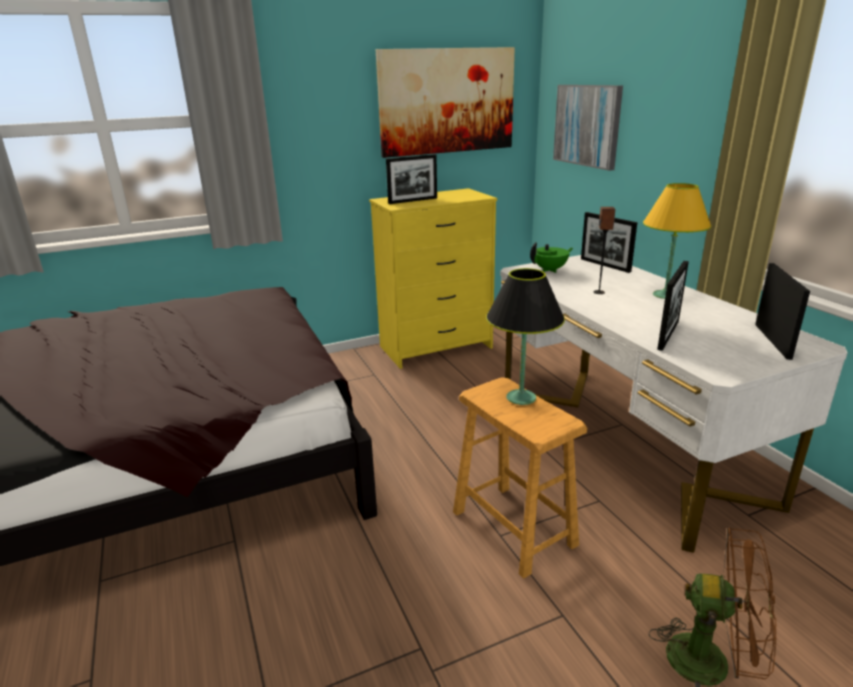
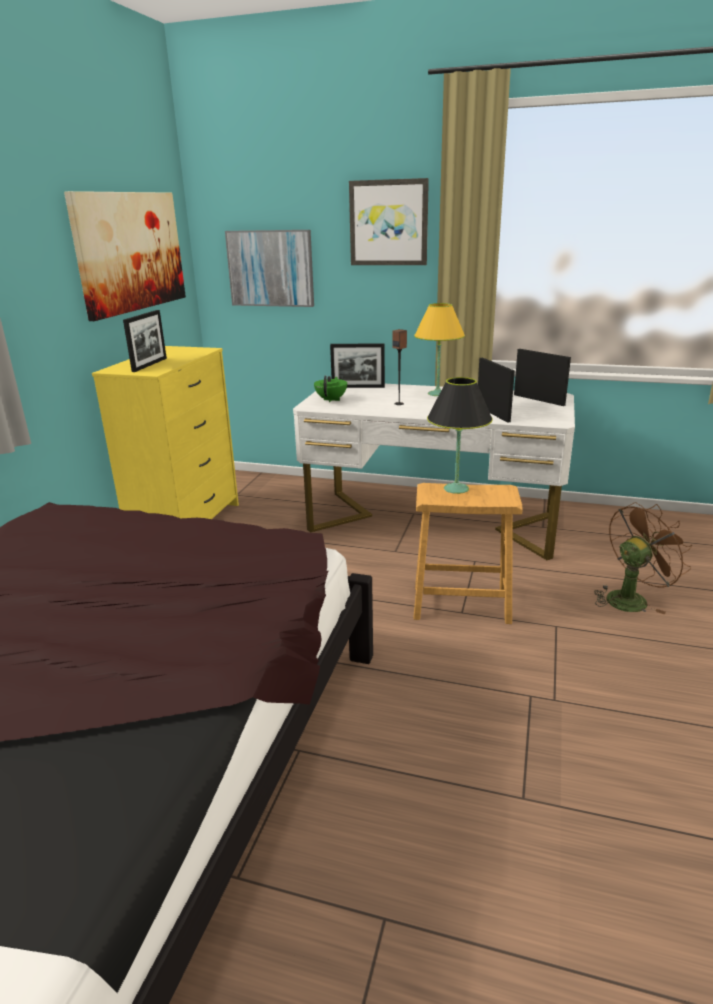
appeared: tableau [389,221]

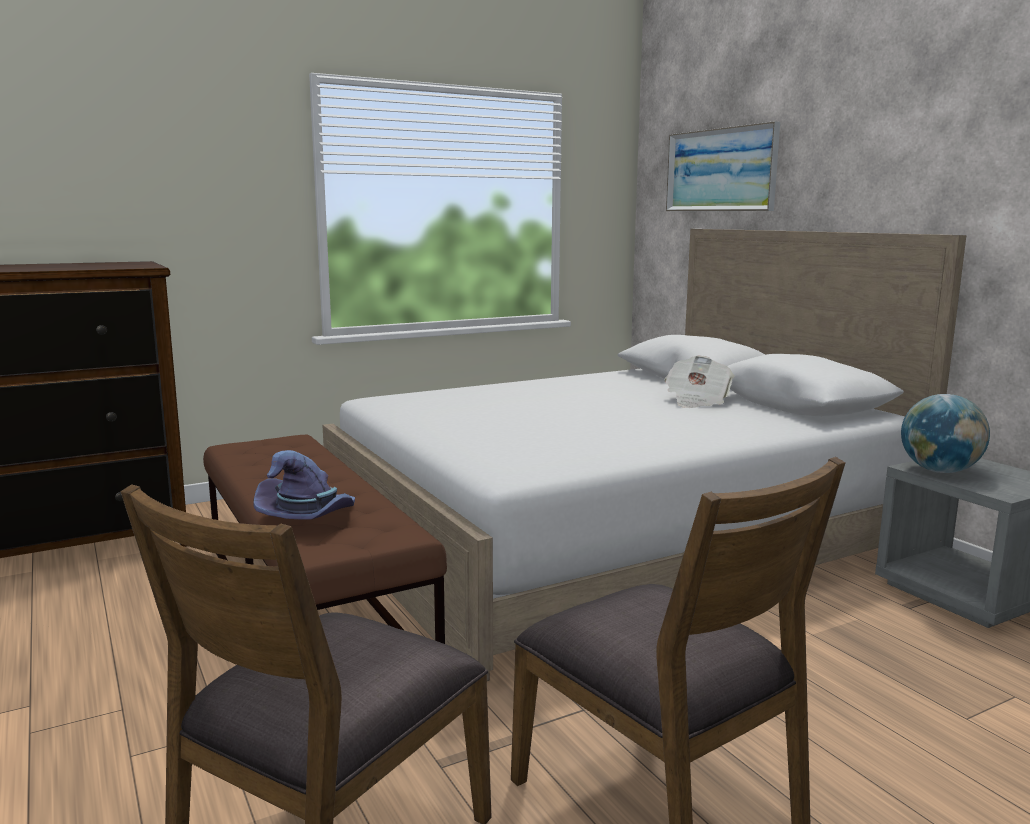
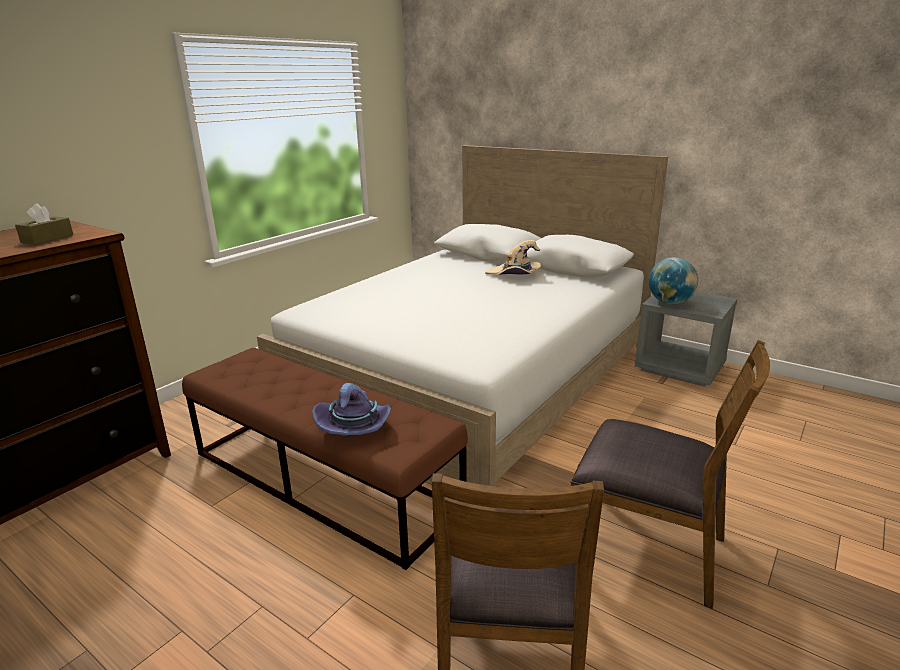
missing: tableau [723,166]
appeared: boîte à mouchoirs [marron] [44,224]
exchanged: journal [700,382] to chapeau [beige] [513,257]

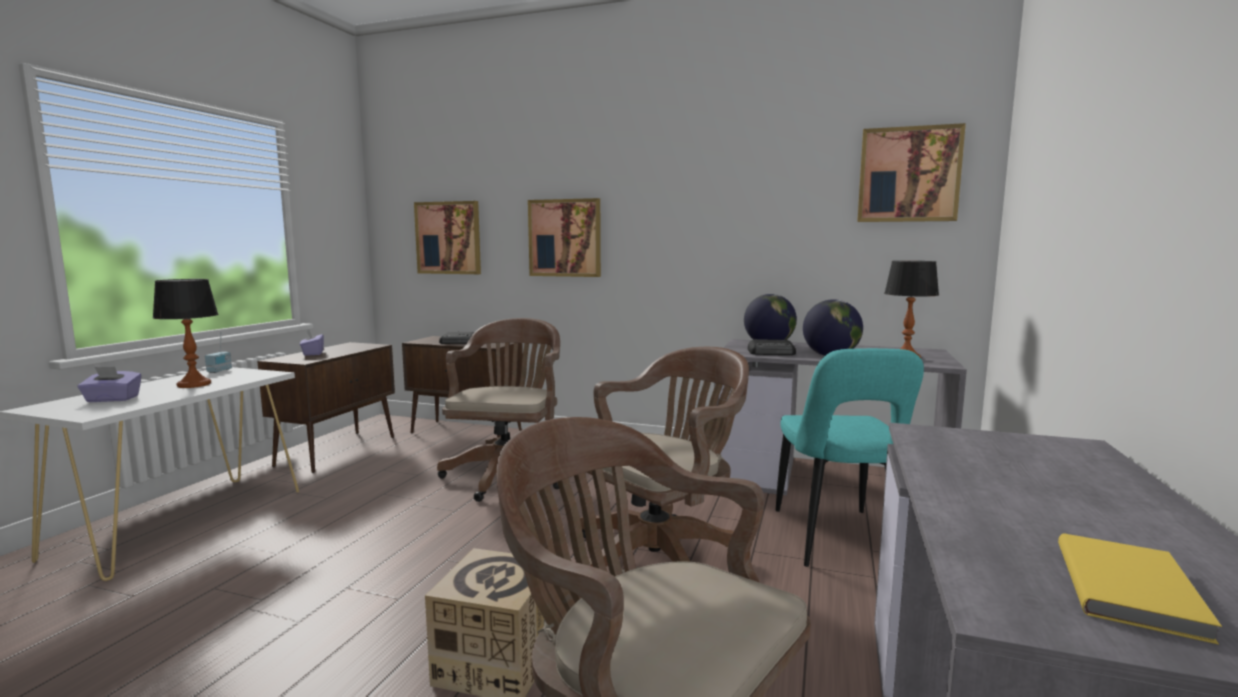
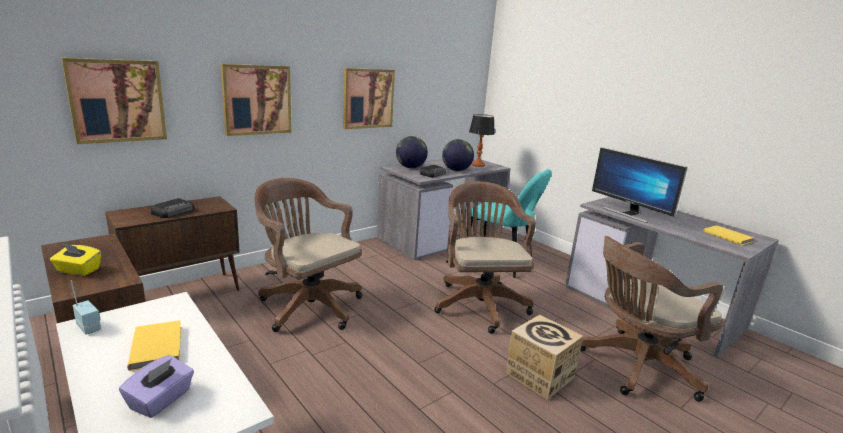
appeared: écran d'ordinateur [640,185]
relocated: tableau [911,172] to [369,98]
exchanged: lampe de table [185,333] to livre [jaune] [154,345]
colour: boîte à mouchoirs [violet] [312,343] to boîte à mouchoirs [jaune] [75,260]

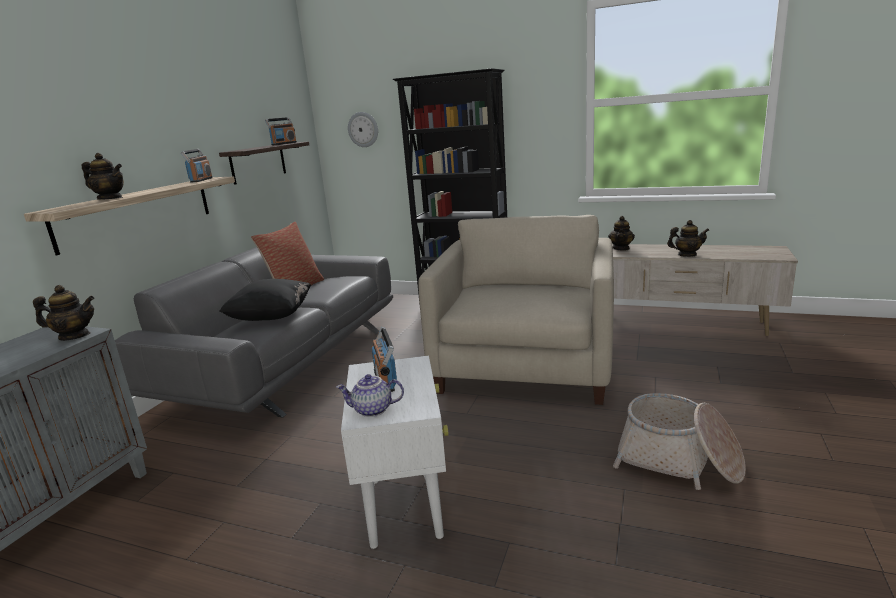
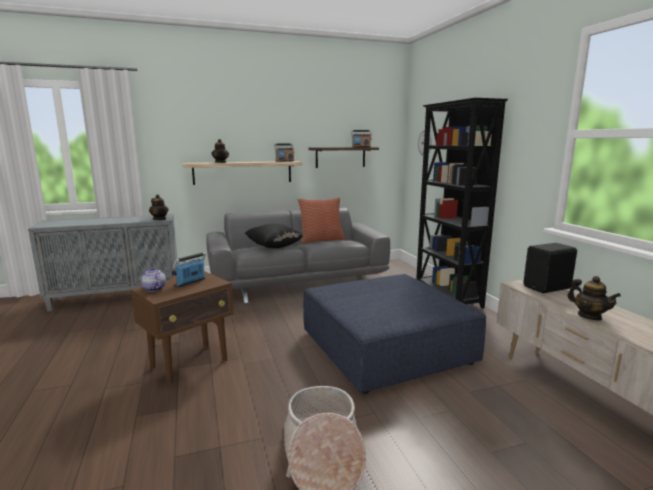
exchanged: fauteuil [beige] [516,310] to pouf [bleu] [395,334]; théière [621,233] to enceinte [noir] [550,268]
colour: table d'appoint [blanc] [395,452] to table d'appoint [marron] [182,328]

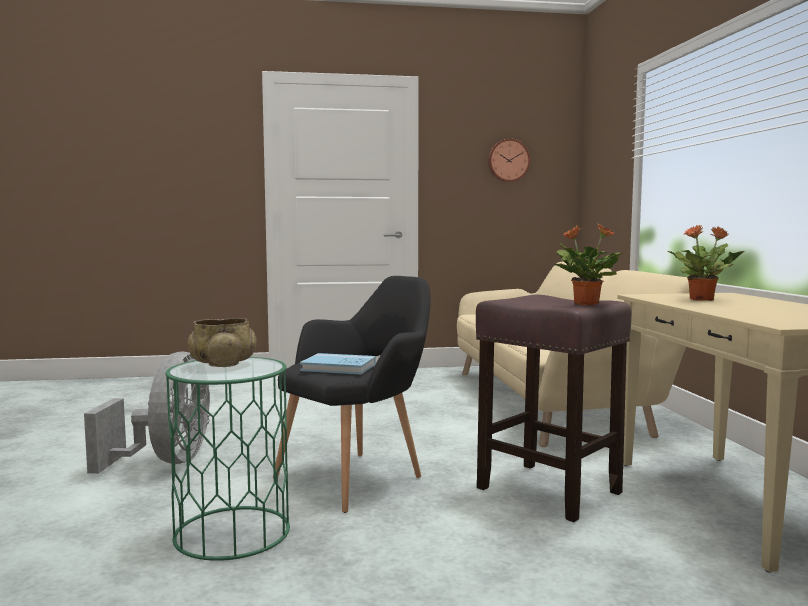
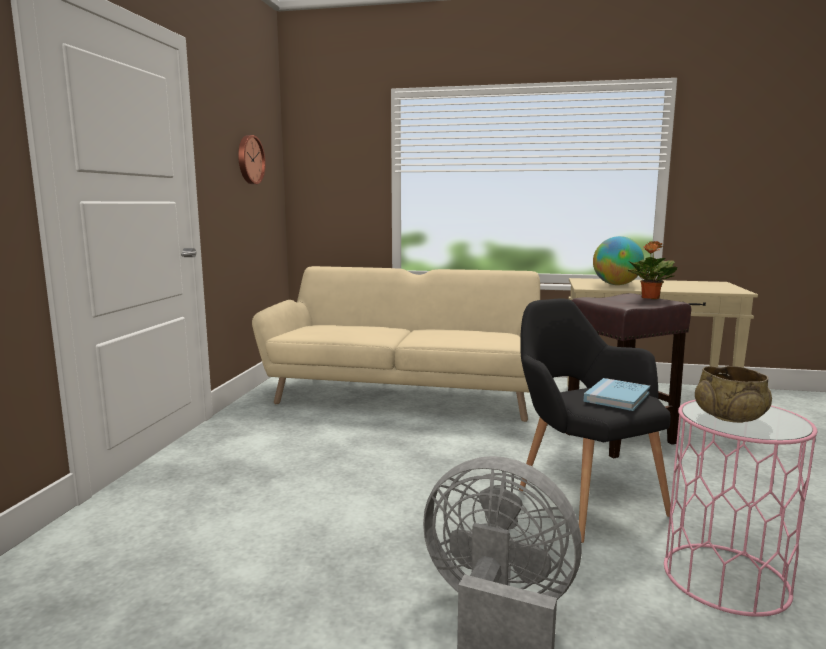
exchanged: plante en pot [706,263] to globe [618,260]
colour: table d'appoint [vert] [227,459] to table d'appoint [rose] [740,508]

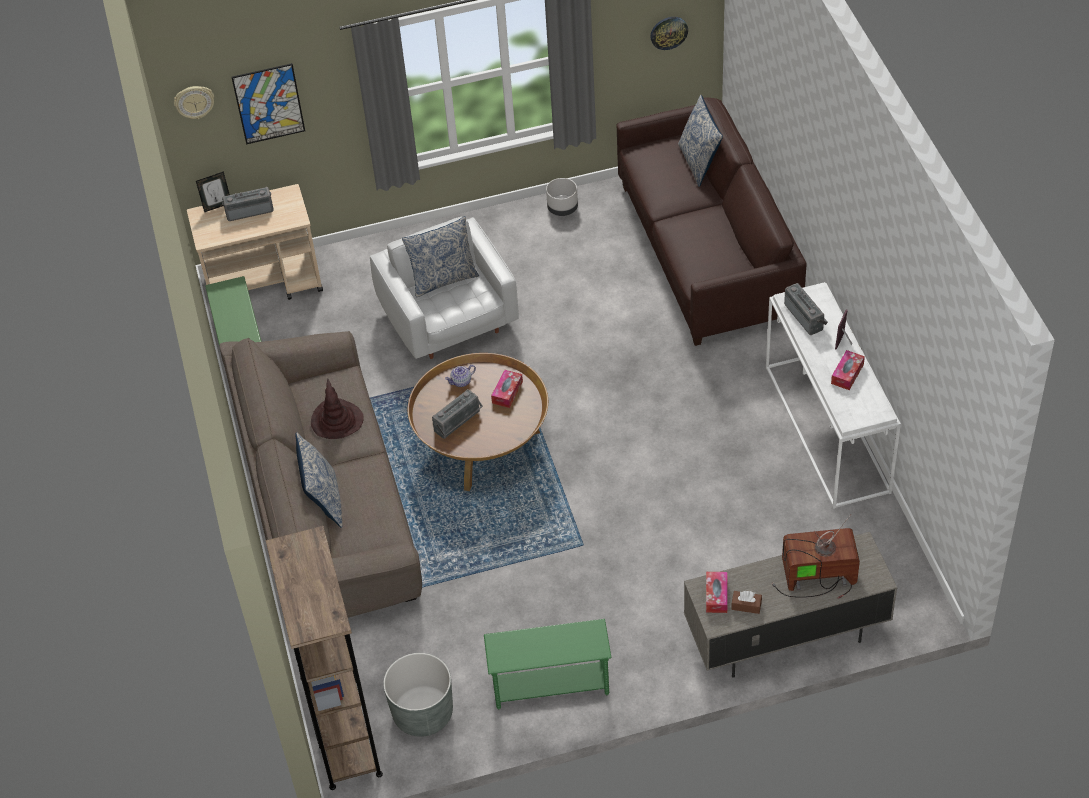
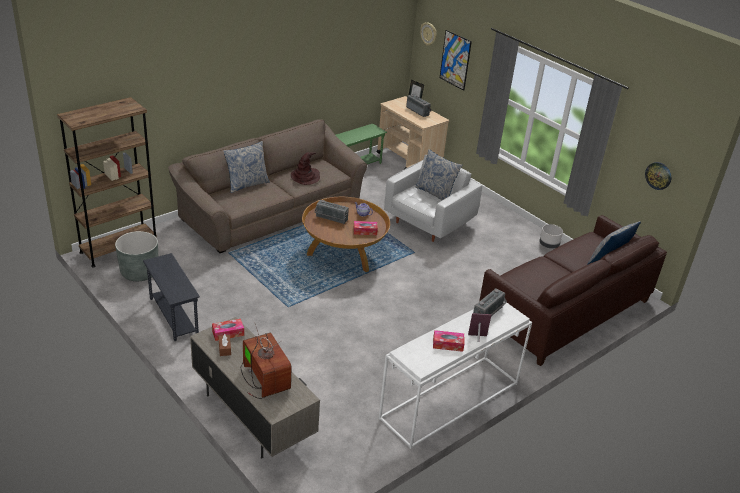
colour: table d'appoint [vert] [547,664] to table d'appoint [gris] [171,297]

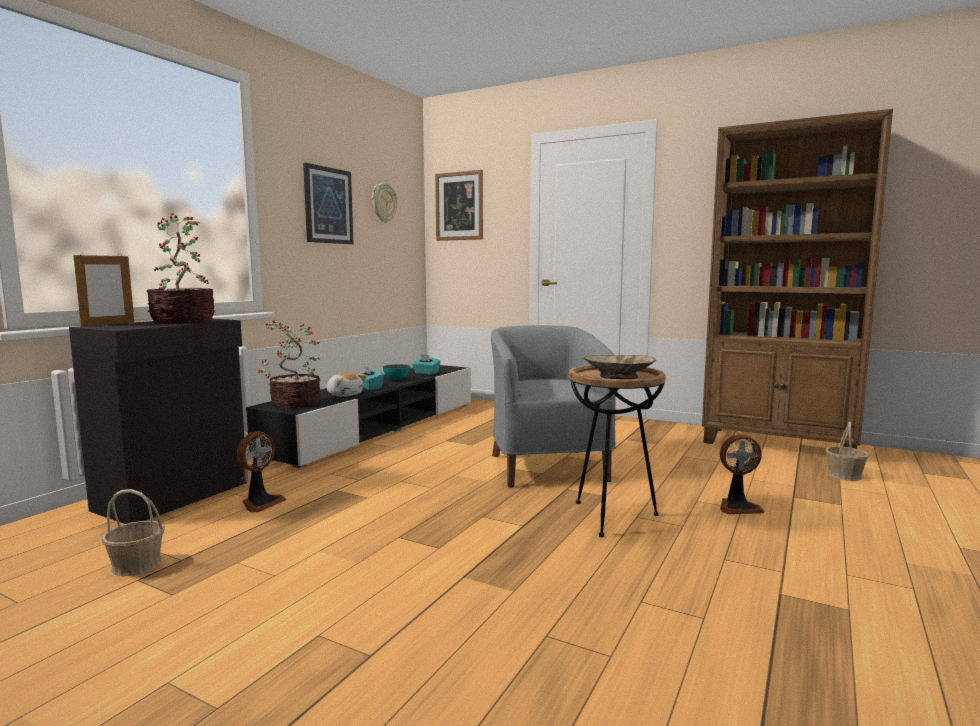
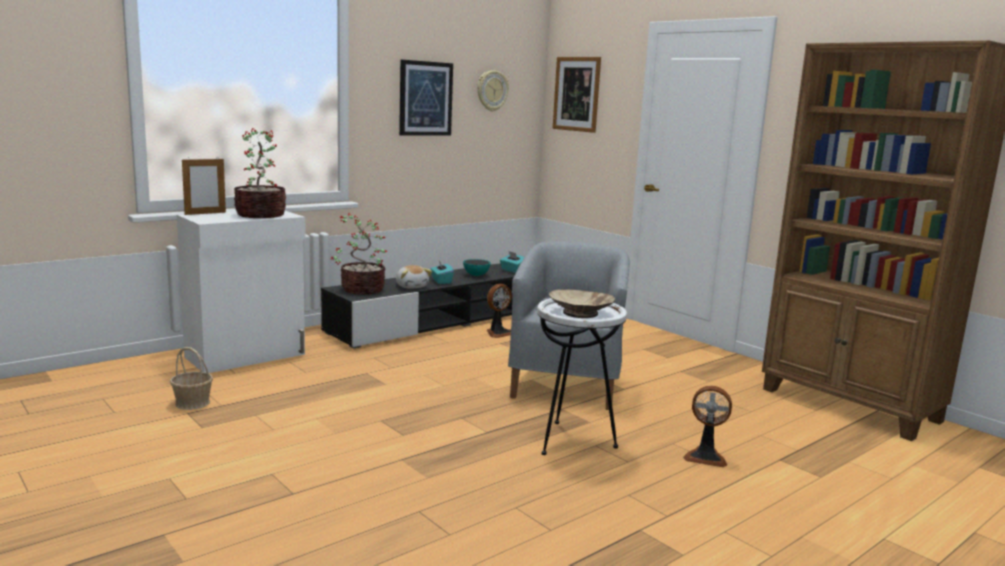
missing: panier [847,451]
relocated: ventilateur [262,471] to [499,311]
colour: meuble de rangement [noir] [158,421] to meuble de rangement [blanc] [241,292]; table d'appoint [marron] [617,451] to table d'appoint [blanc] [582,376]

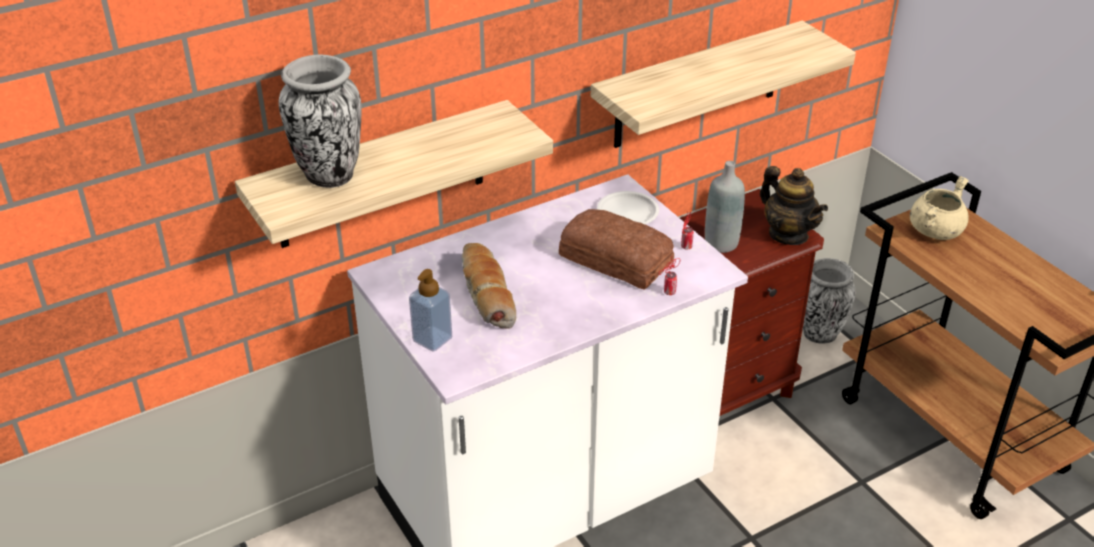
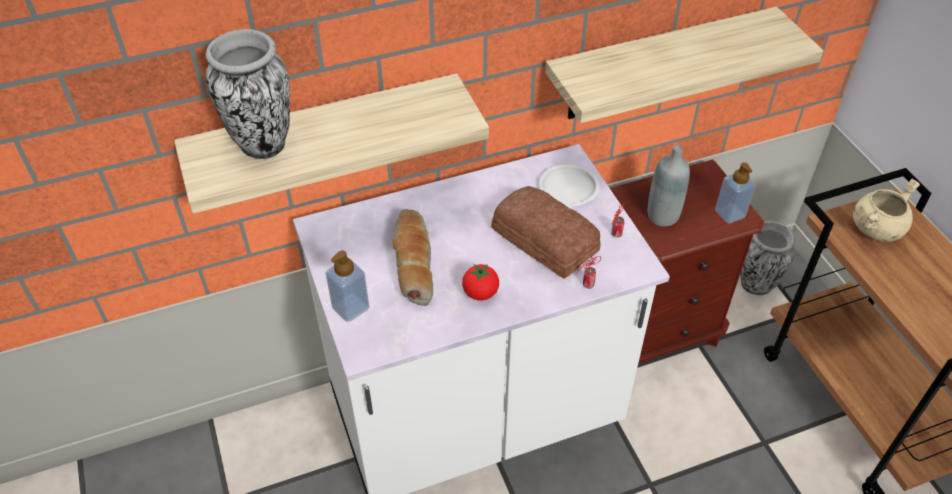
appeared: tomate [480,282]
exchanged: théière [794,205] to distributeur de savon [735,193]

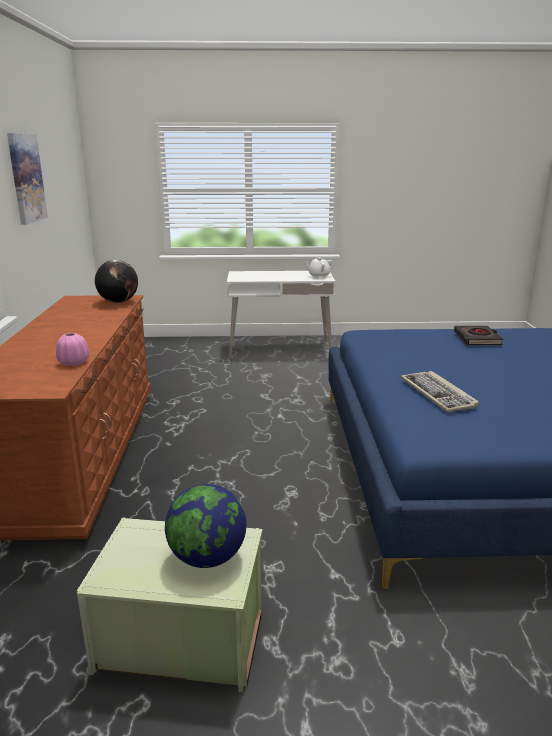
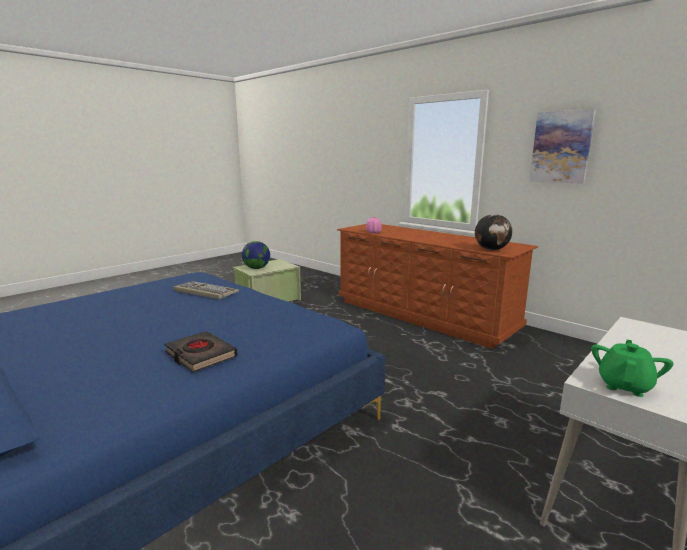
colour: théière [blanc] [319,267] to théière [vert] [632,368]

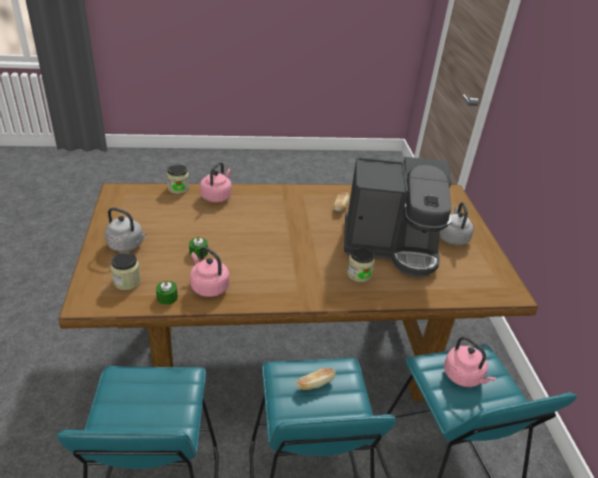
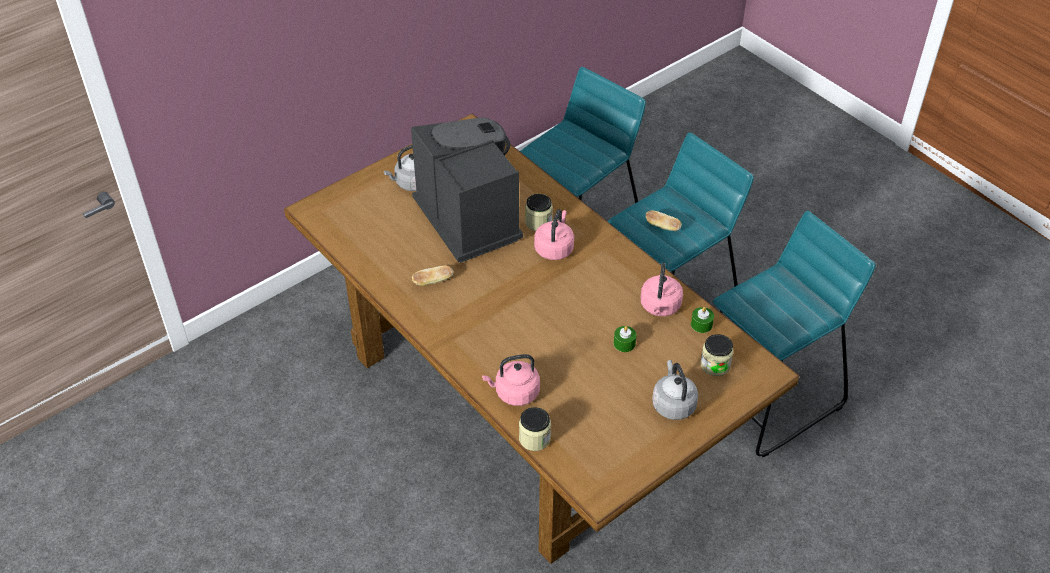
relocated: bouilloire [rose] [470,361] to [554,234]

